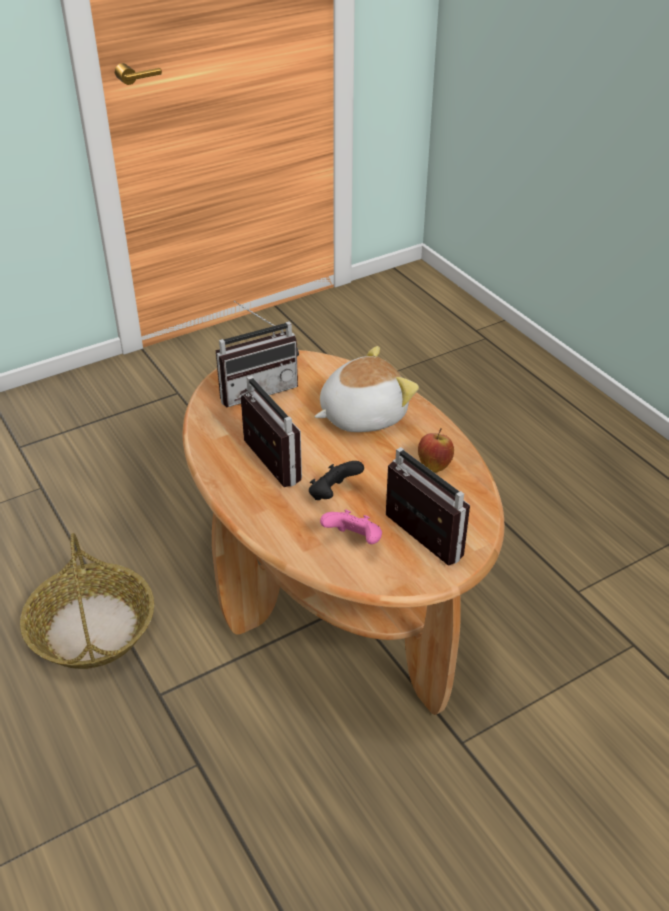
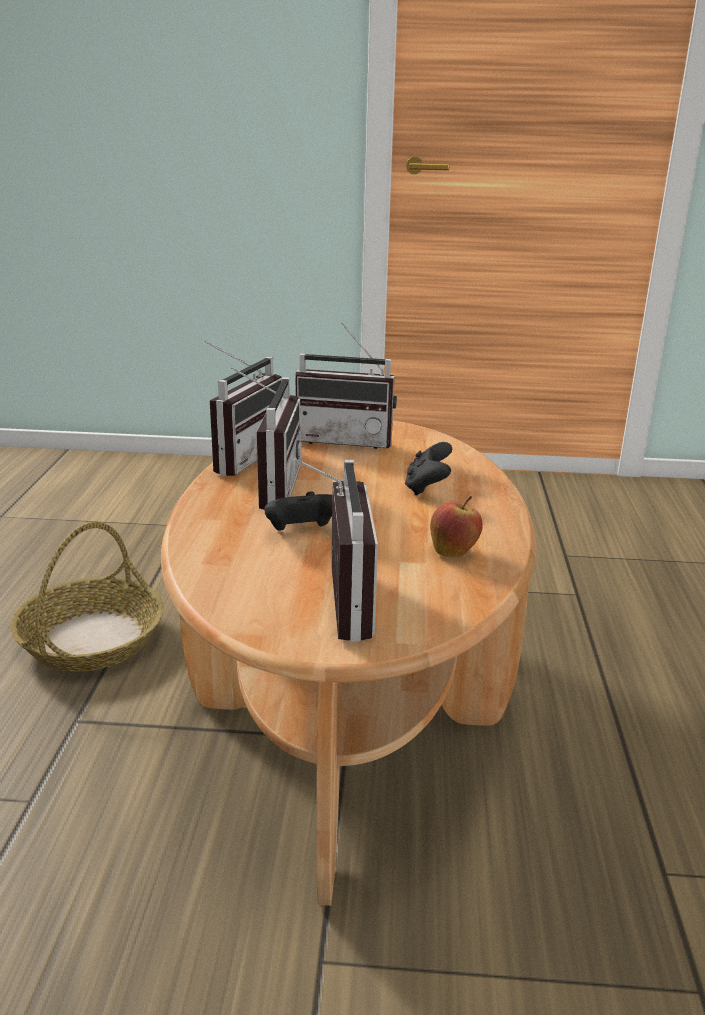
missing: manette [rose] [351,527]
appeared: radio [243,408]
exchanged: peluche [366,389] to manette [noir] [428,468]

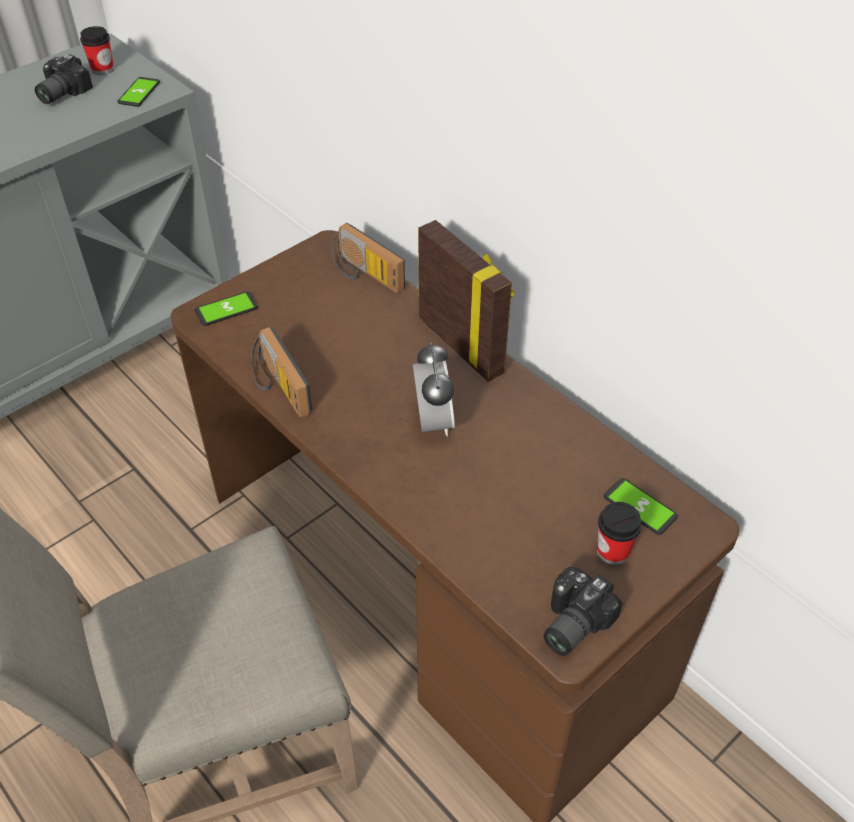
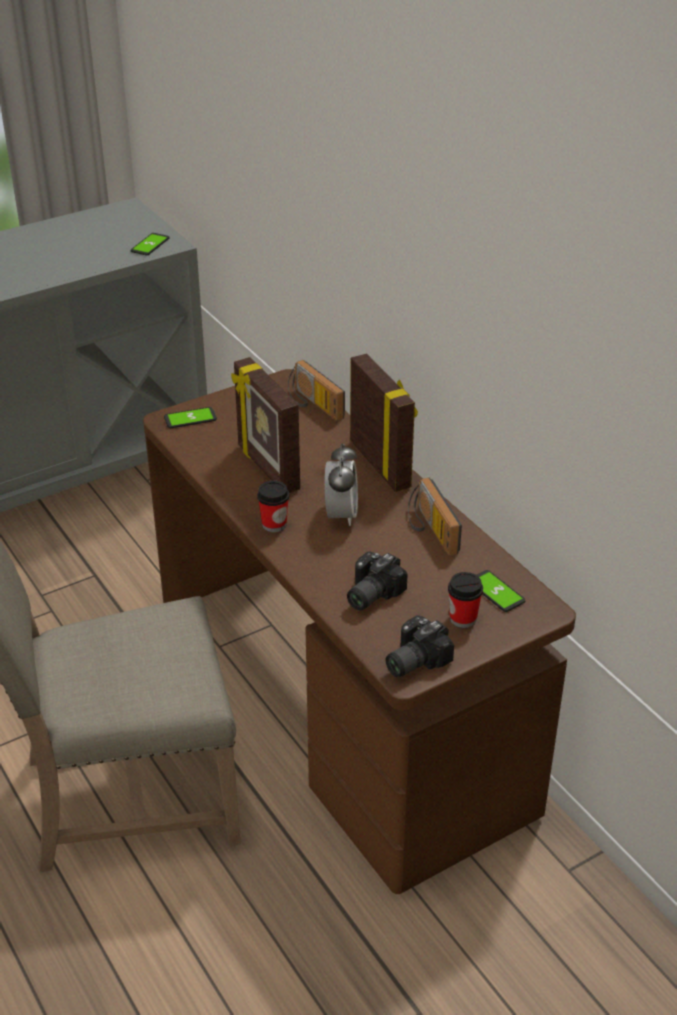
appeared: cadre photo [265,425]
relocated: appareil photo [64,79] to [377,581]; tasse [97,50] to [273,506]; radio [281,372] to [435,516]

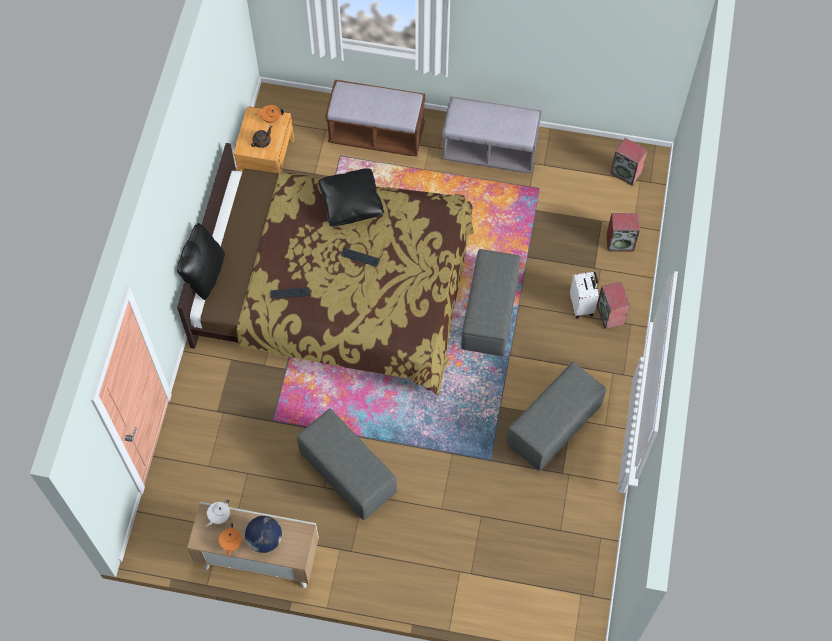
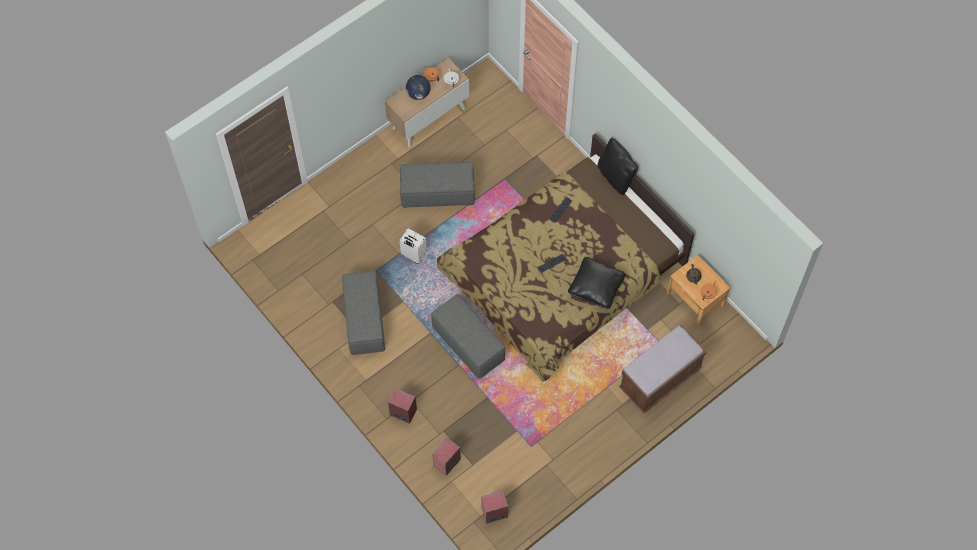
missing: banc [gris] [491,135]
relocated: valise [blanc] [584,294] to [413,246]

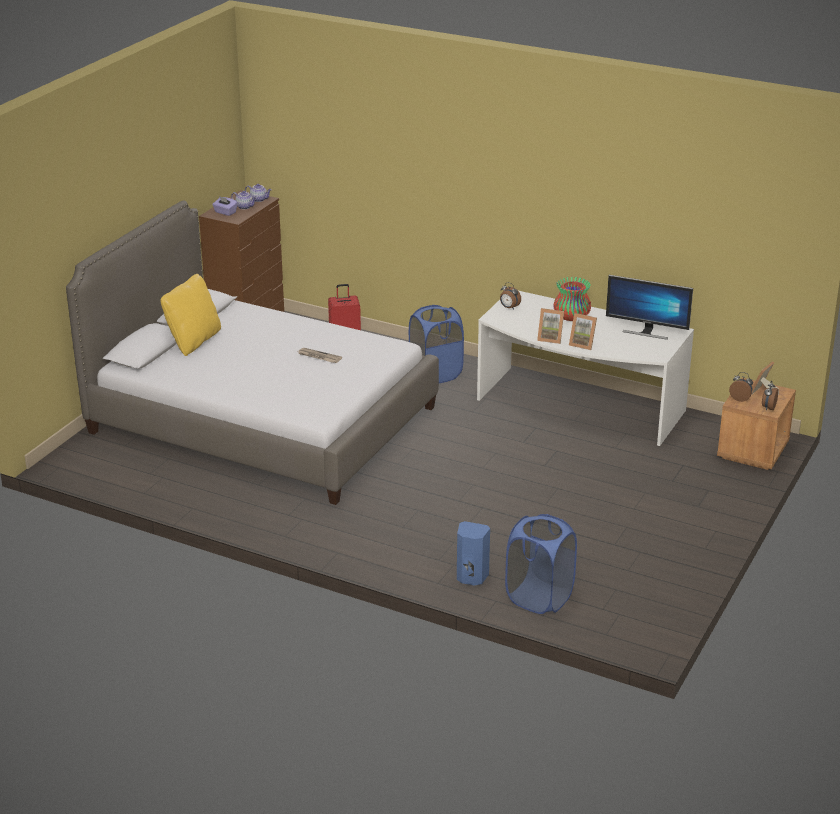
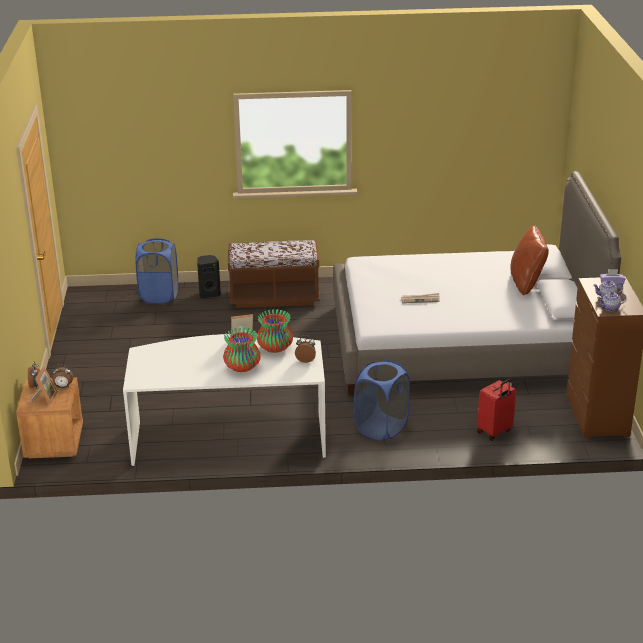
missing: cadre photo [583,331]; écran d'ordinateur [649,307]
appeared: banc [marron] [274,274]; vase [275,331]
colour: coussin [jaune] [191,315] to coussin [marron] [529,260]; enceinte [bleu] [473,553] to enceinte [noir] [209,276]

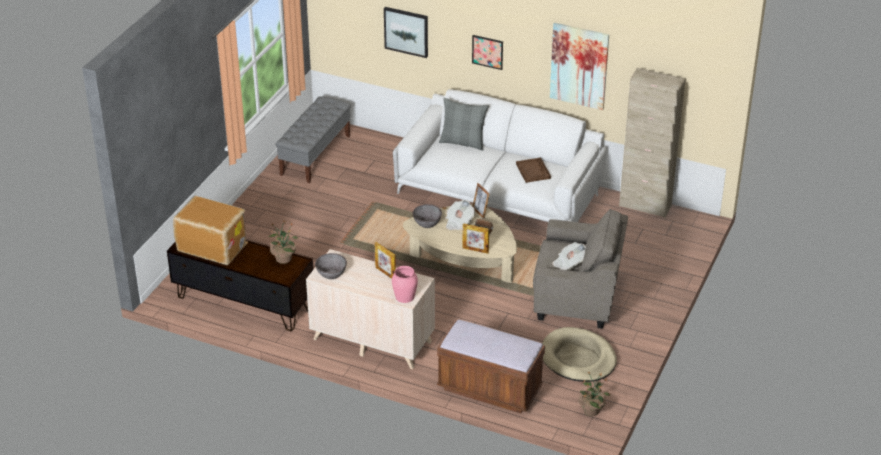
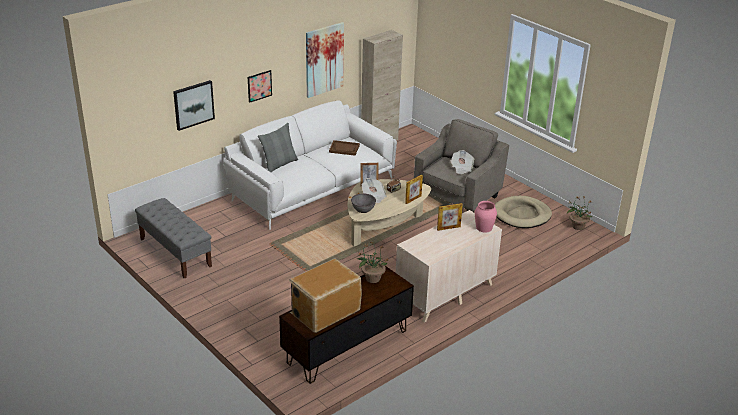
missing: bol [gris] [331,266]; banc [marron] [491,366]

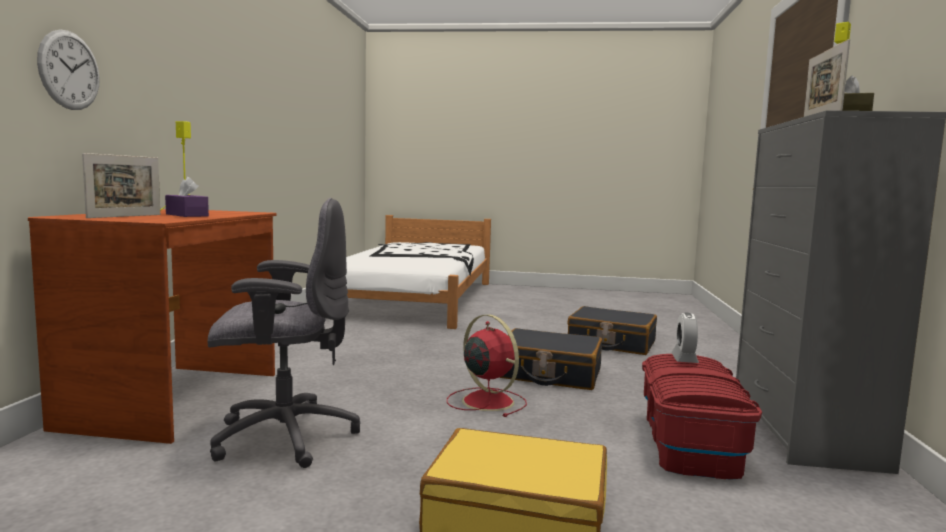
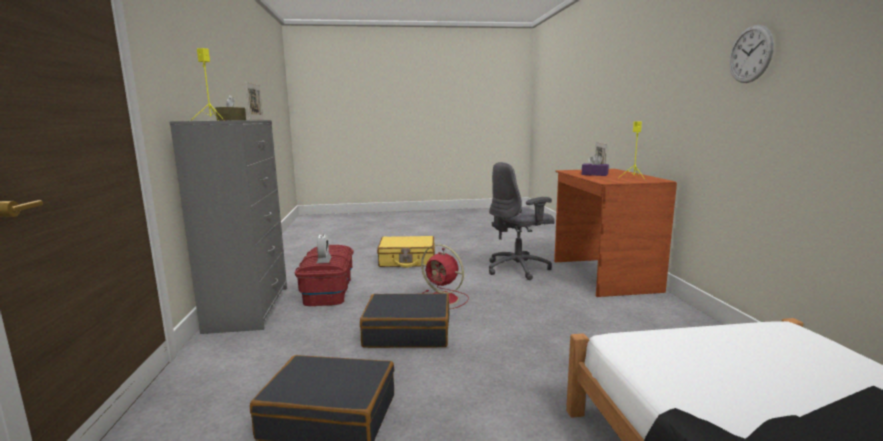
relocated: horloge murale [68,69] to [751,54]

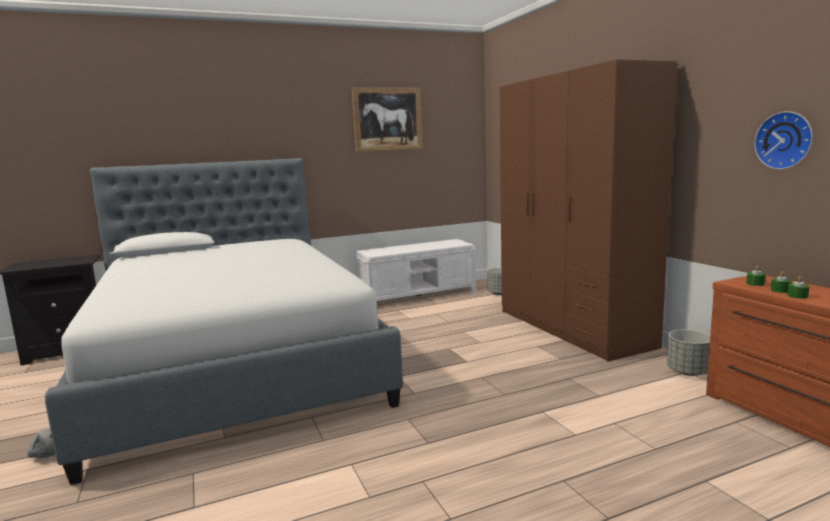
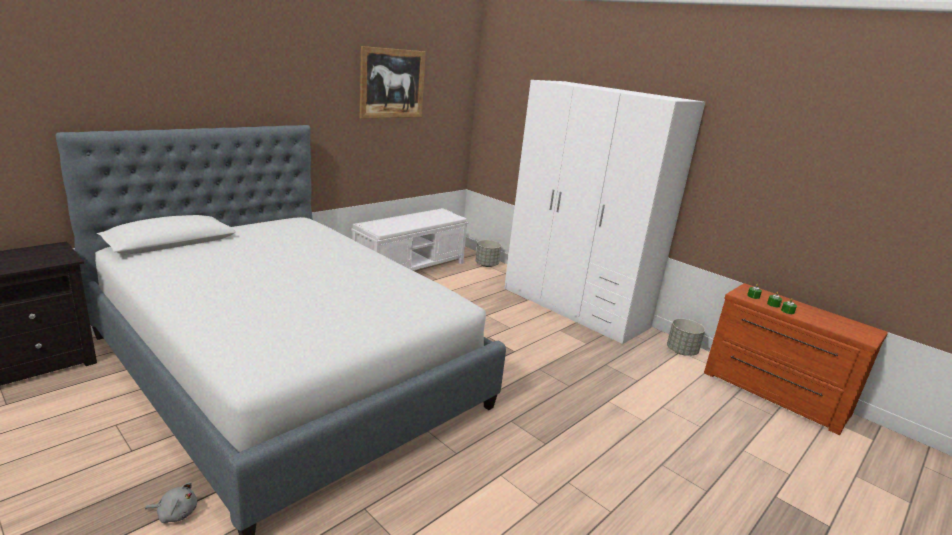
missing: horloge murale [783,140]
colour: armoire [marron] [588,210] to armoire [blanc] [605,212]

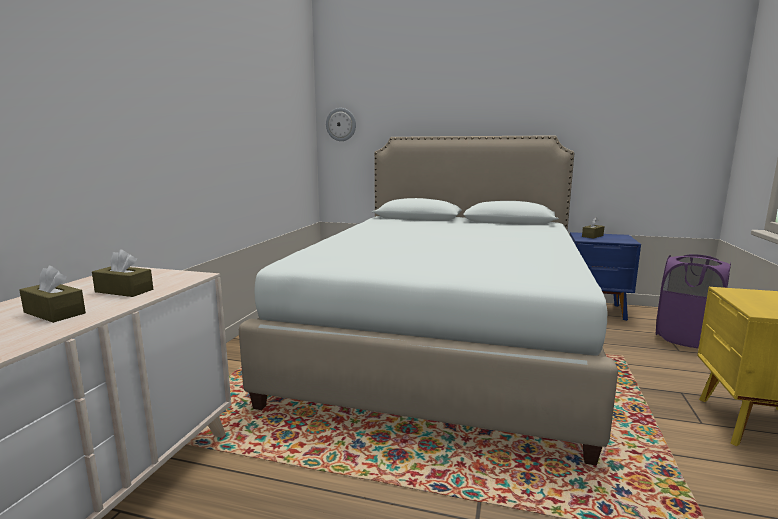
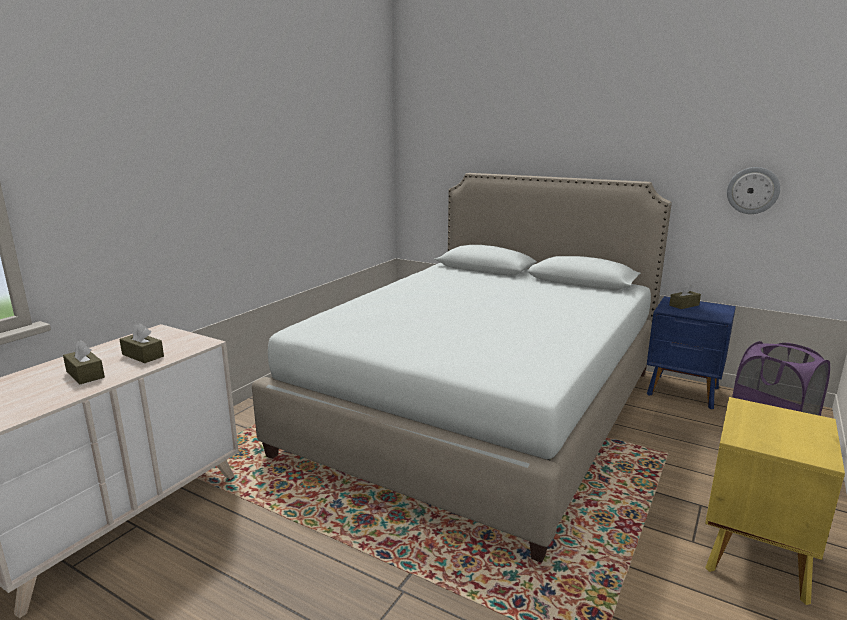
relocated: horloge murale [341,124] to [753,190]

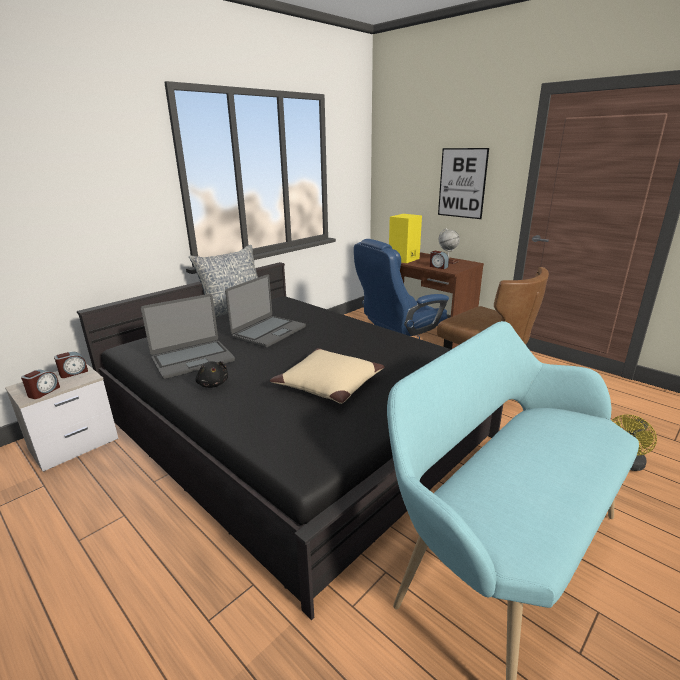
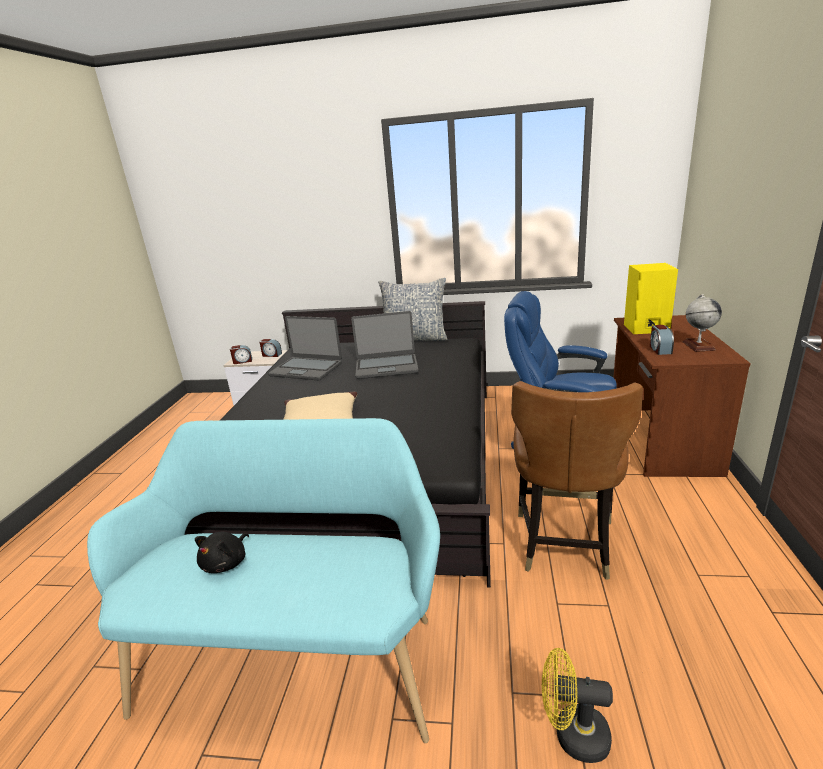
missing: tableau [463,183]
relocated: peluche [noir] [212,374] to [222,552]

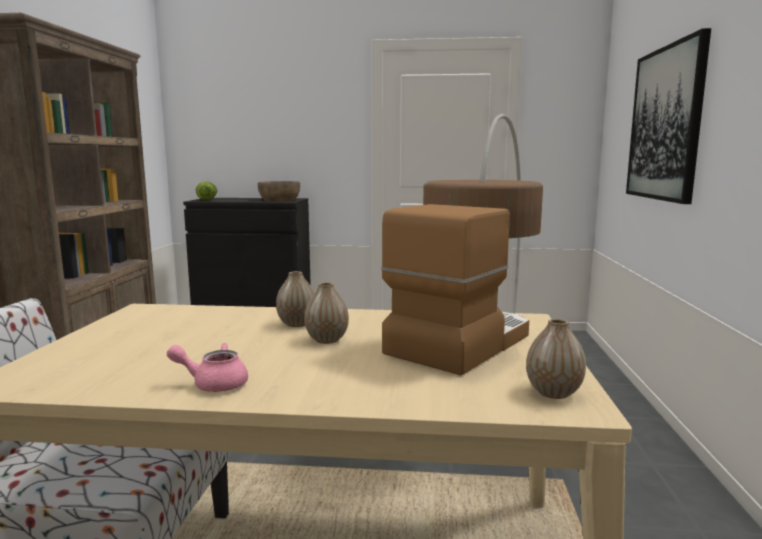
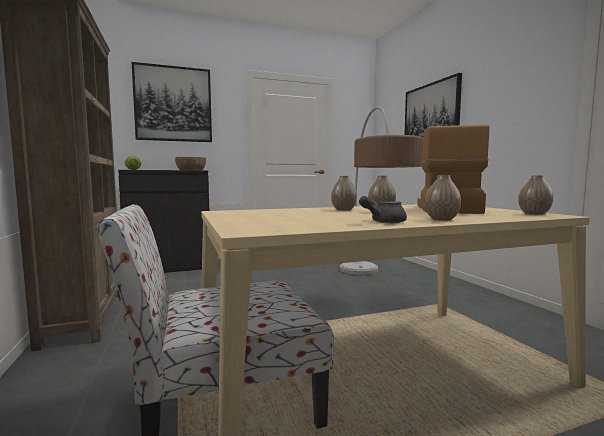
appeared: tableau [172,102]; vase [443,198]
colour: théière [rose] [207,367] to théière [gris] [383,209]

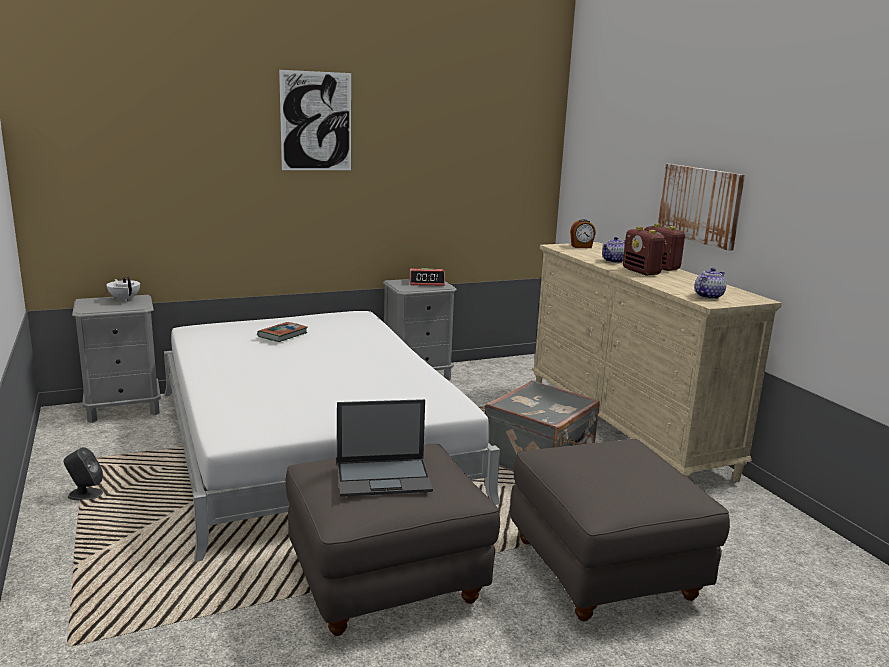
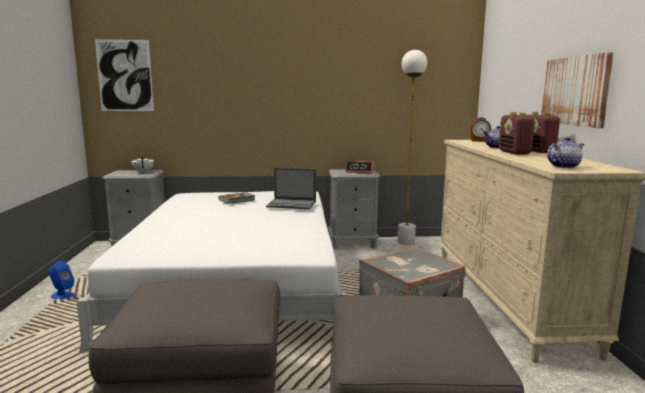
appeared: lampadaire [blanc] [412,147]
relocated: tableau [315,120] to [124,75]; ordinateur portable [385,448] to [291,188]
colour: enceinte [gris] [83,474] to enceinte [bleu] [62,280]

